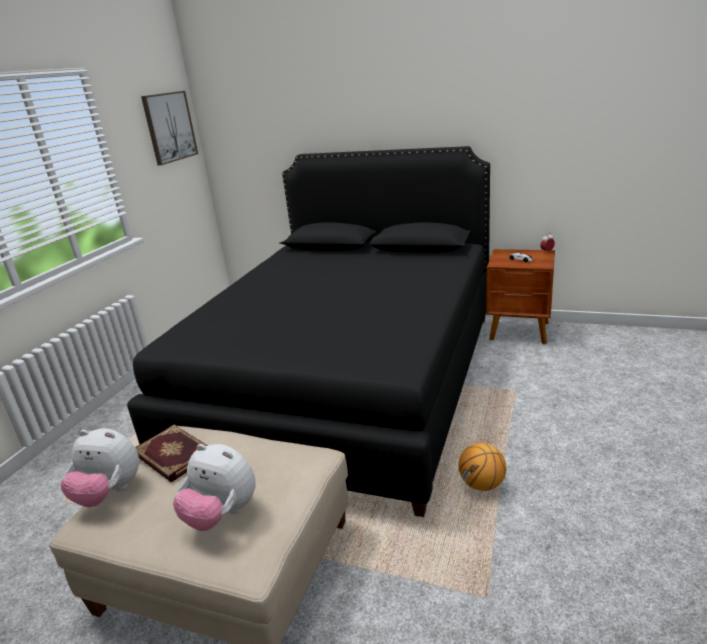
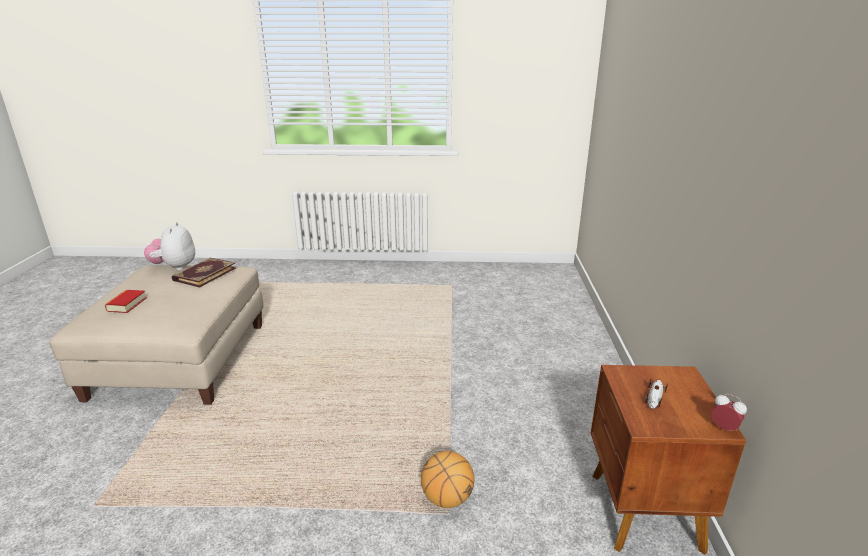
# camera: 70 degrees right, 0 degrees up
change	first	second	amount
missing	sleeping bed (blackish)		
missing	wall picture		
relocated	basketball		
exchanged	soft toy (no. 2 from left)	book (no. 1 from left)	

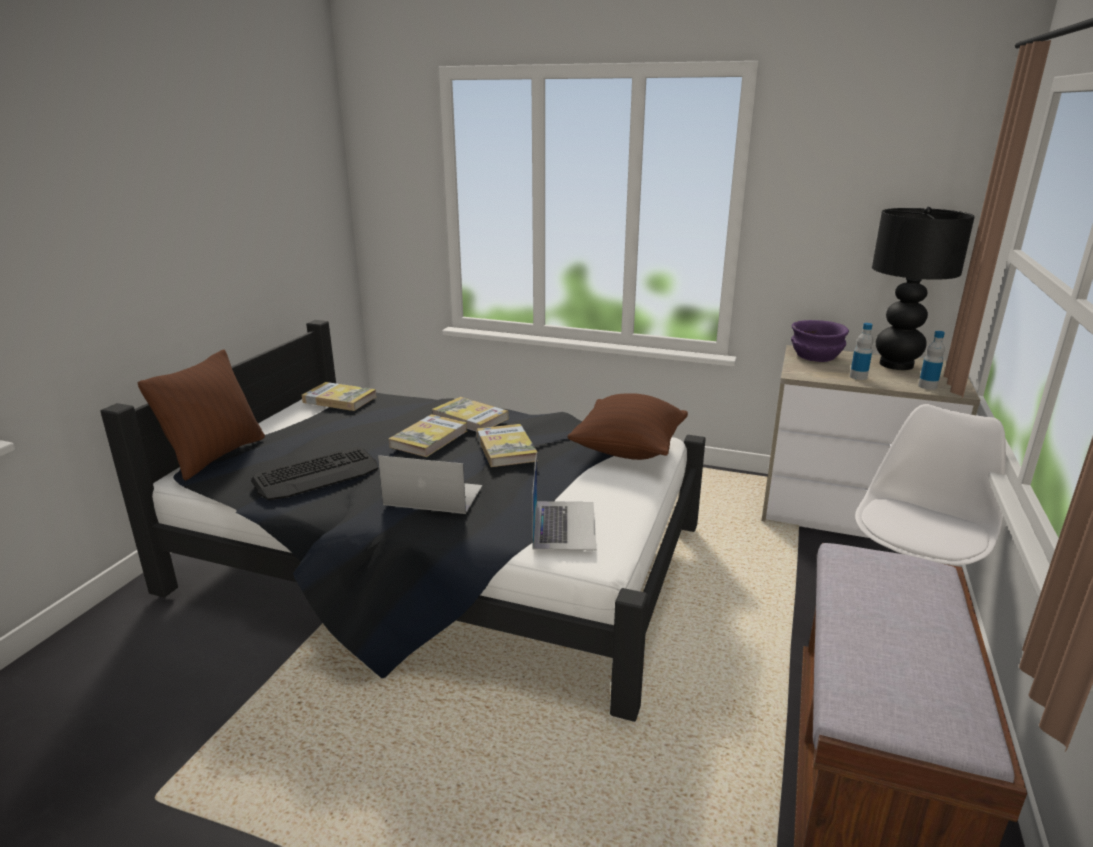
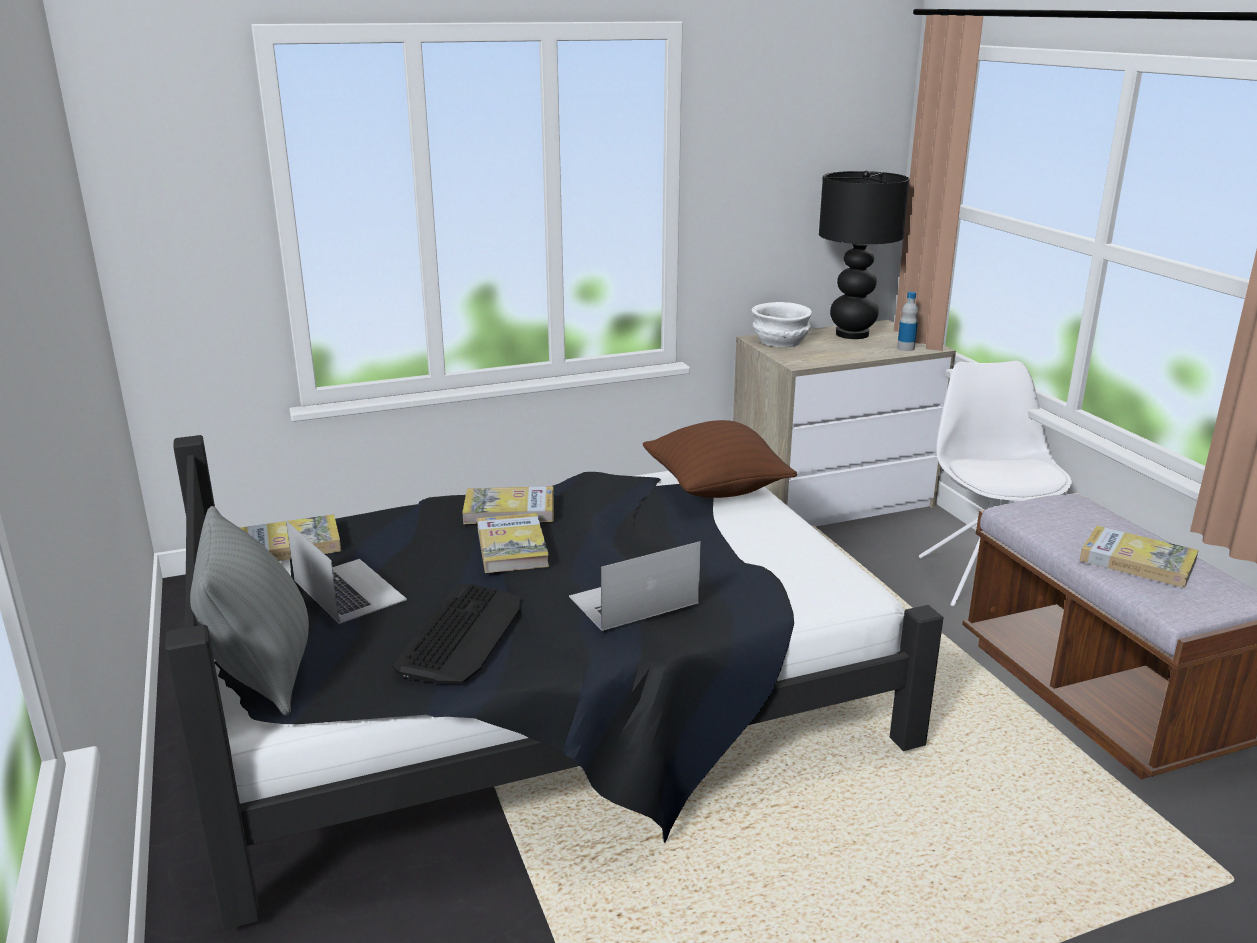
# camera: 40 degrees left, 0 degrees up
change	first	second	amount
missing	bottle (no. 1 from left)		
relocated	book (no. 4 from left)		
relocated	laptop (no. 2 from left in the first image)	laptop (no. 1 from left)	
colour	cushion (brownish) (no. 1 from left)	cushion (gray)	
colour	serving bowl (purplish)	serving bowl (white)	

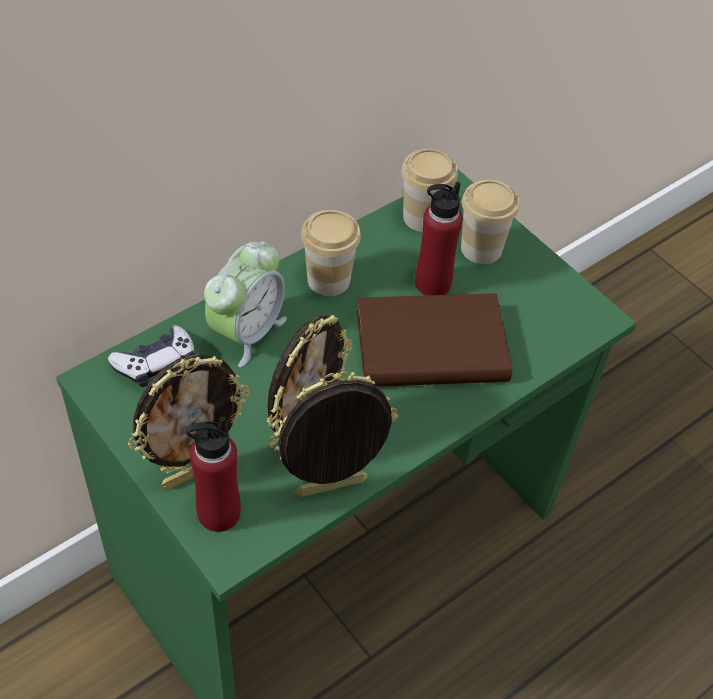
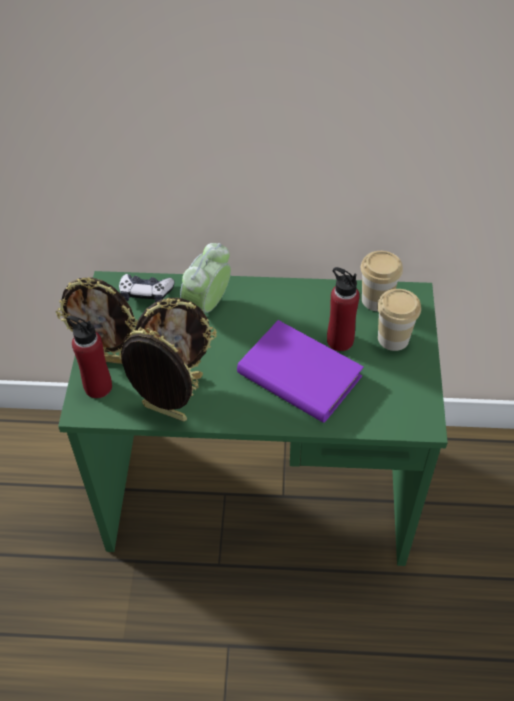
# camera: 45 degrees right, 0 degrees up
change	first	second	amount
missing	cup (no. 1 from left)		
colour	book (brownish)	book (purplish)	
spun	table clock		135 degrees clockwise

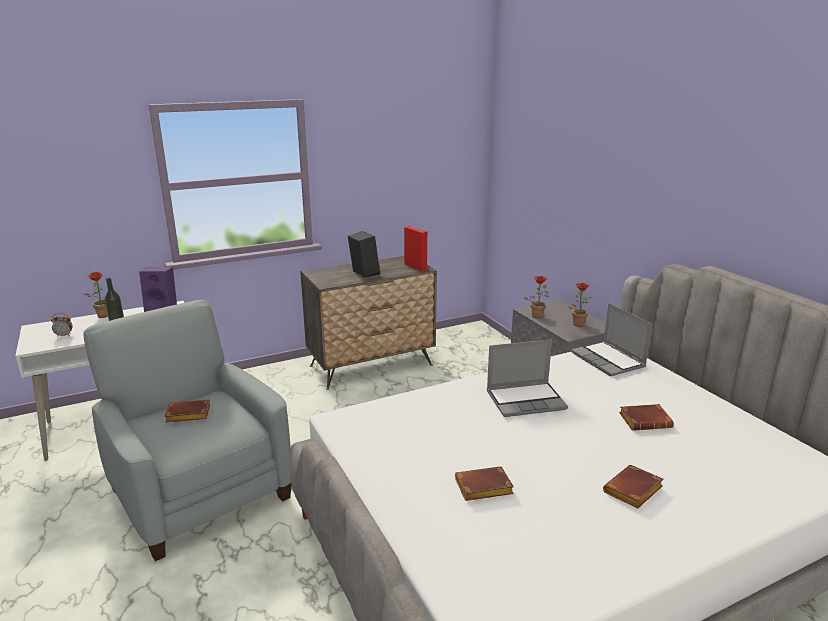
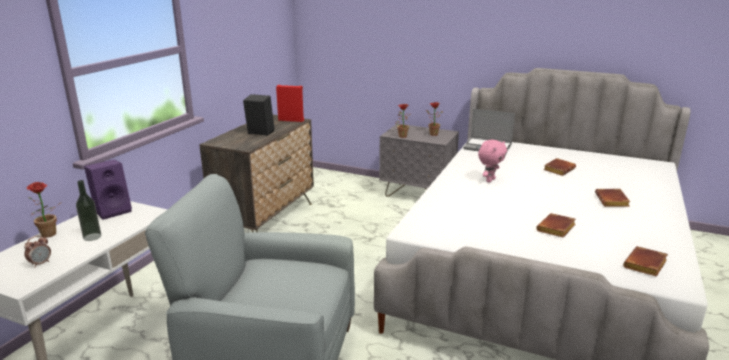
# camera: 40 degrees left, 0 degrees up
change	first	second	amount
relocated	book (brownish) (no. 1 from left in the first image)	book (brownish) (no. 4 from left)	
exchanged	laptop (no. 1 from left)	soft toy (pink)	

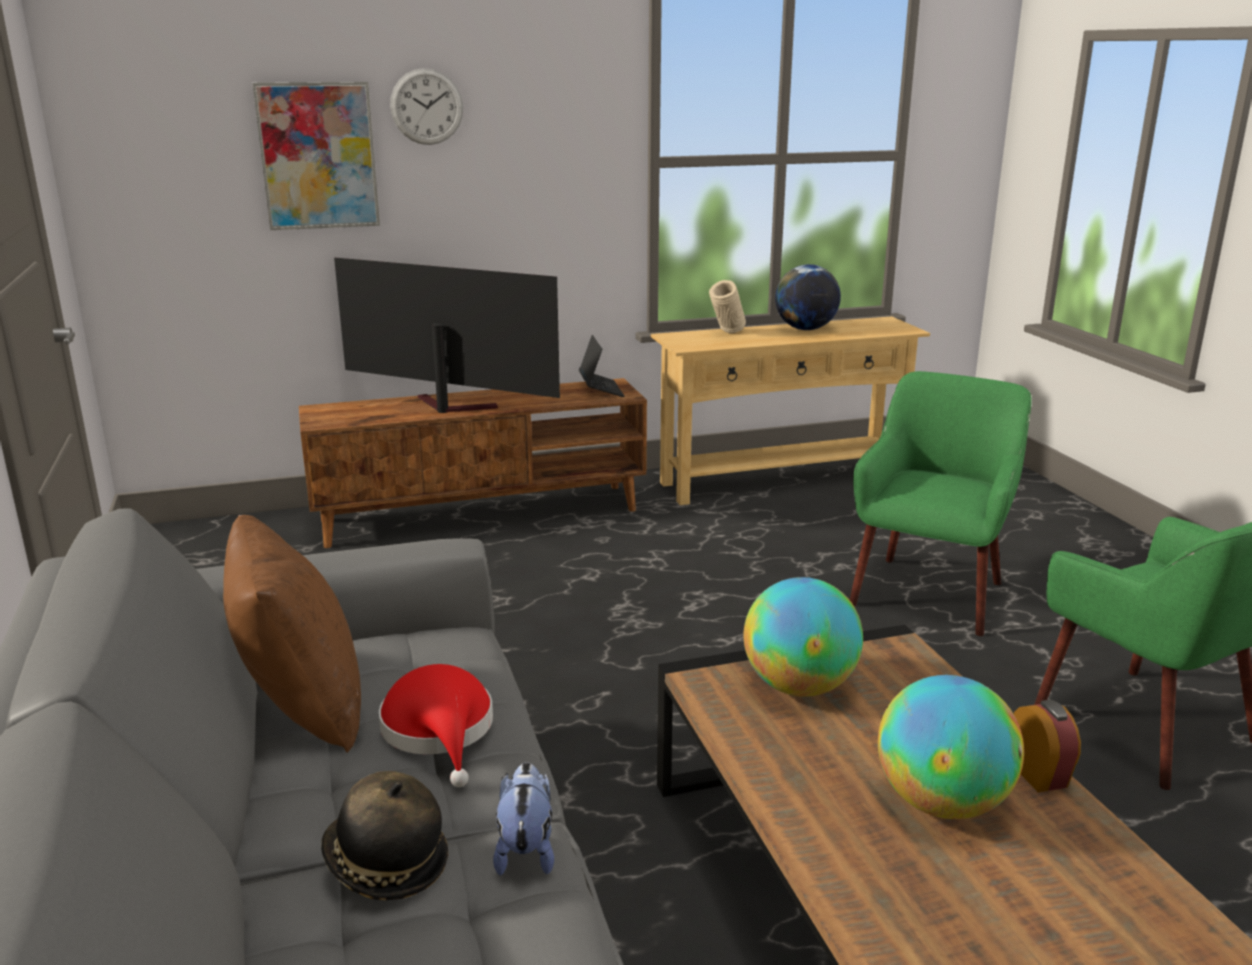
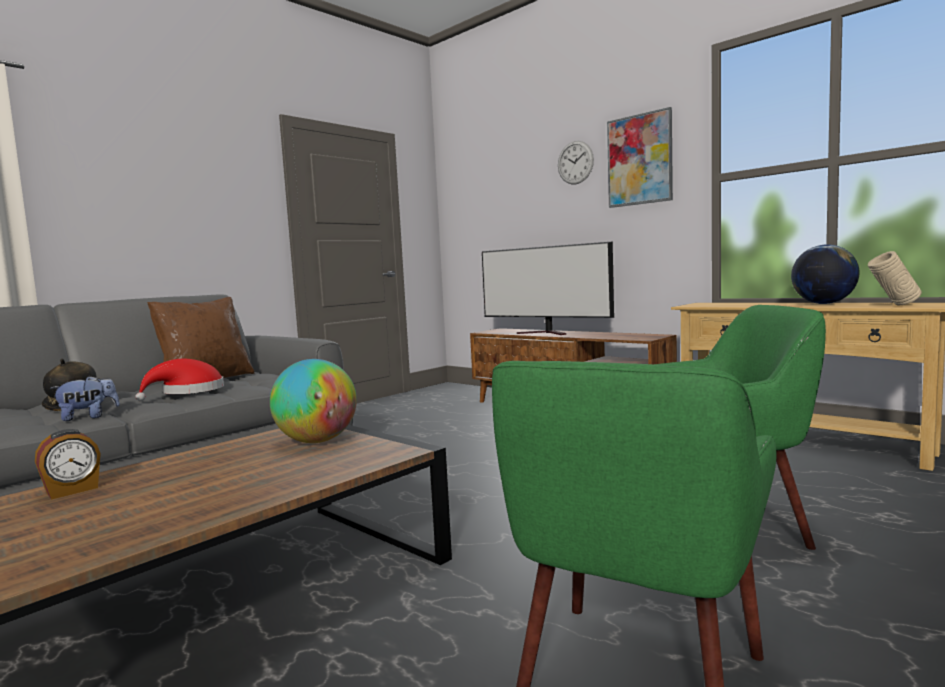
# camera: 60 degrees right, 15 degrees down
change	first	second	amount
missing	laptop		
missing	world globe (no. 3 from left)		
relocated	wall picture		
relocated	vase (beige-coloured)		
relocated	table clock		
spun	television		135 degrees clockwise

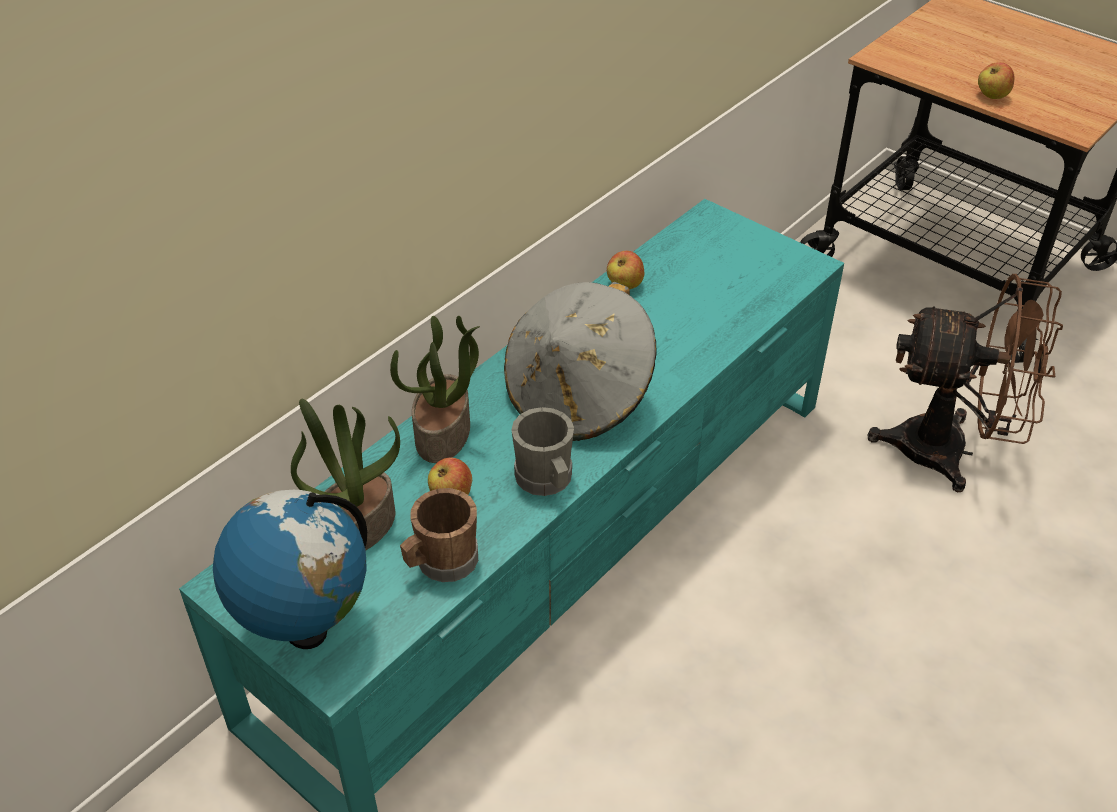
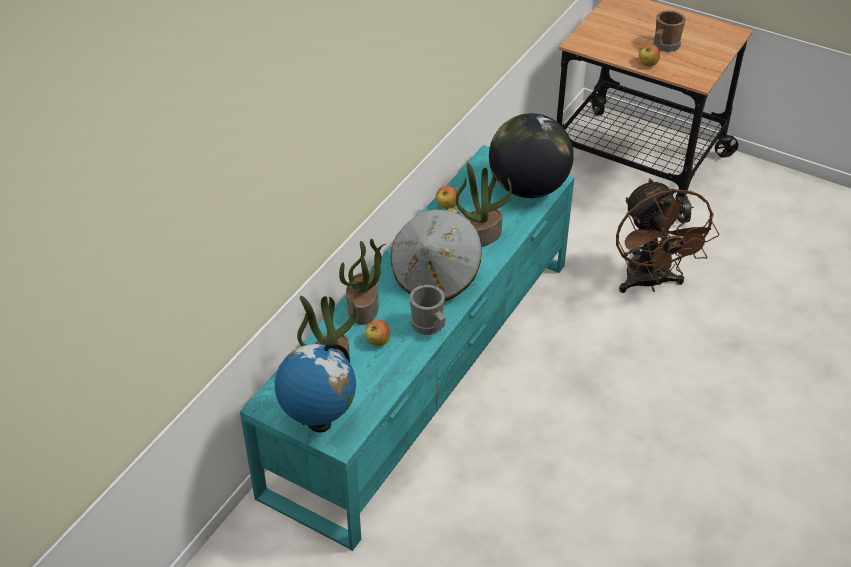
# camera: 10 degrees left, 0 degrees up
change	first	second	amount
appeared		plant in a pot (no. 3 from left)	
appeared		world globe (no. 2 from left)	
relocated	mug (brownish)		
spun	electric fan (brownish)		75 degrees clockwise

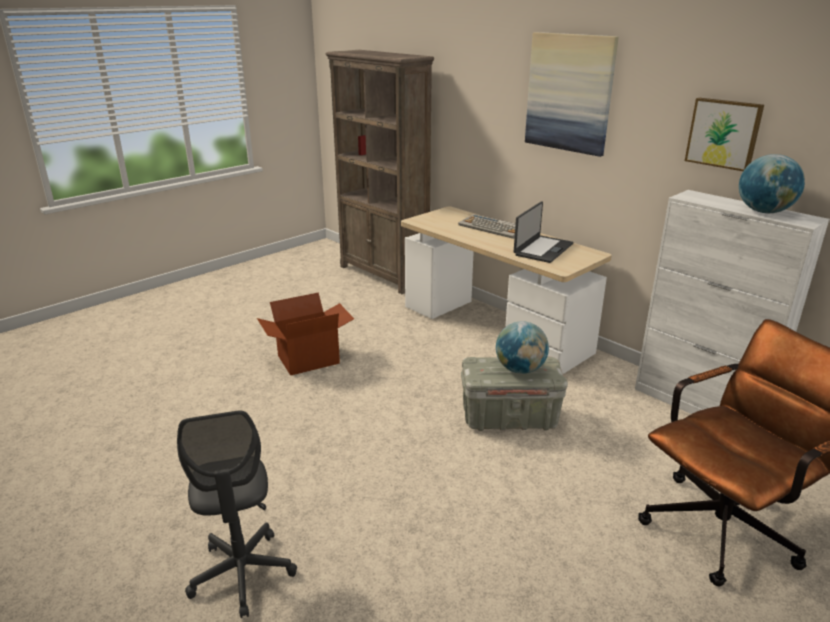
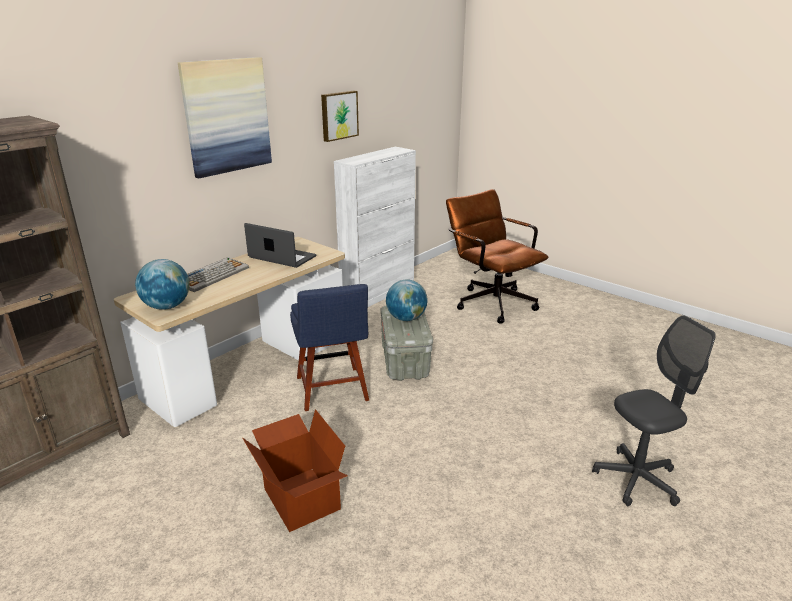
# camera: 95 degrees left, 0 degrees up
change	first	second	amount
appeared		plain chair (blue-coloured)	
relocated	world globe (no. 2 from left in the first image)	world globe (no. 1 from left)	

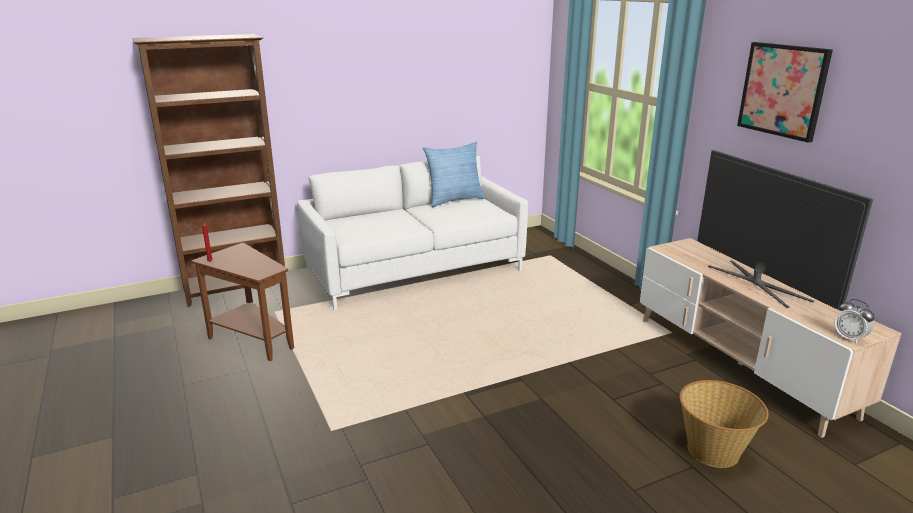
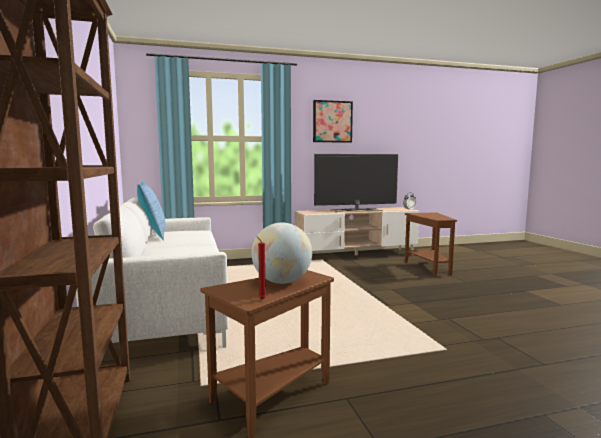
# camera: 80 degrees left, 15 degrees down
change	first	second	amount
appeared		world globe	
exchanged	basket	side table (brownish) (no. 2 from left)	

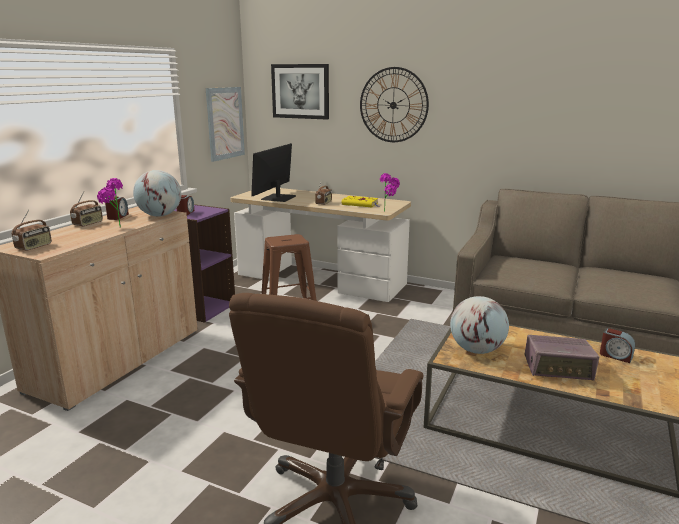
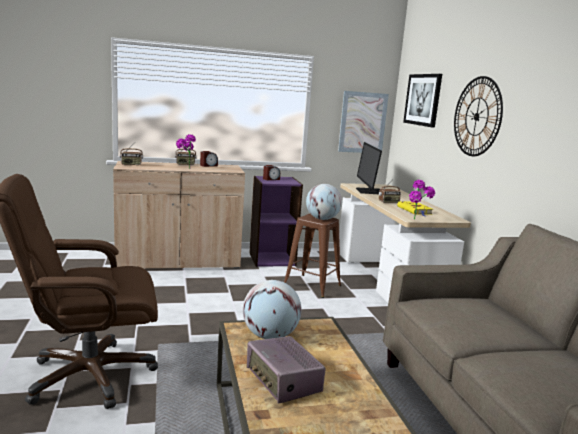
# camera: 50 degrees right, 5 degrees down
change	first	second	amount
missing	table clock (no. 3 from left)		
relocated	world globe (no. 1 from left in the first image)	world globe (no. 2 from left)	
spun	computer display		75 degrees counterclockwise

